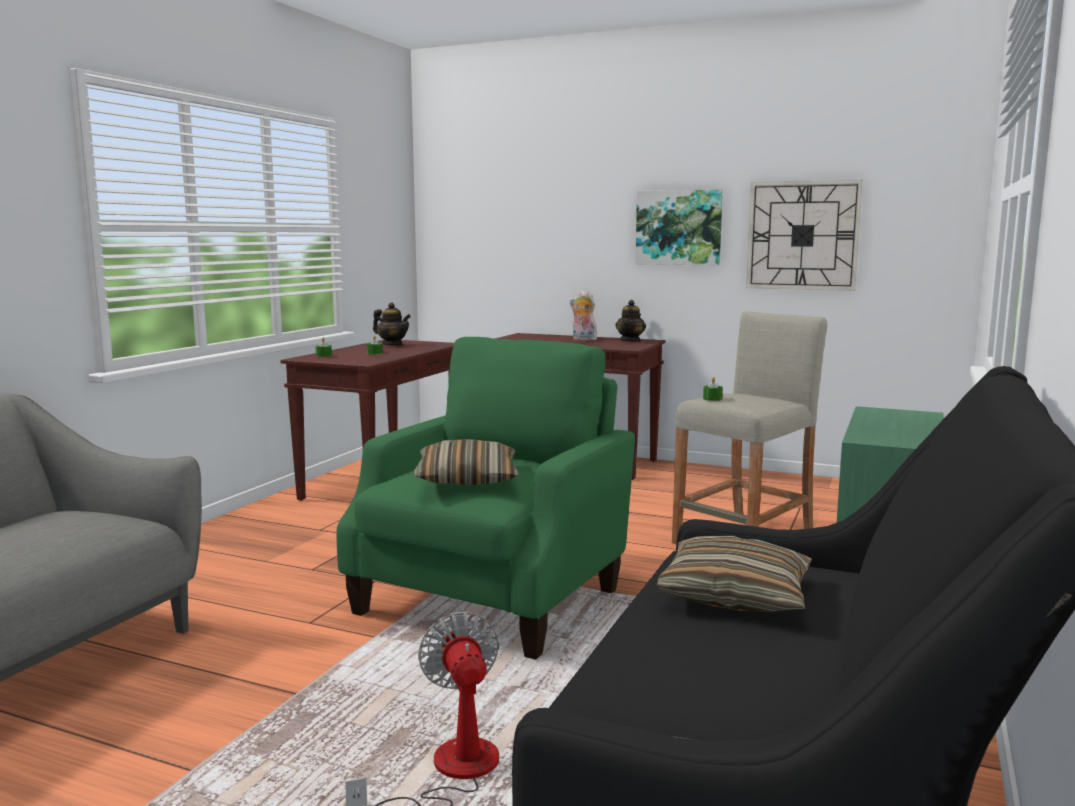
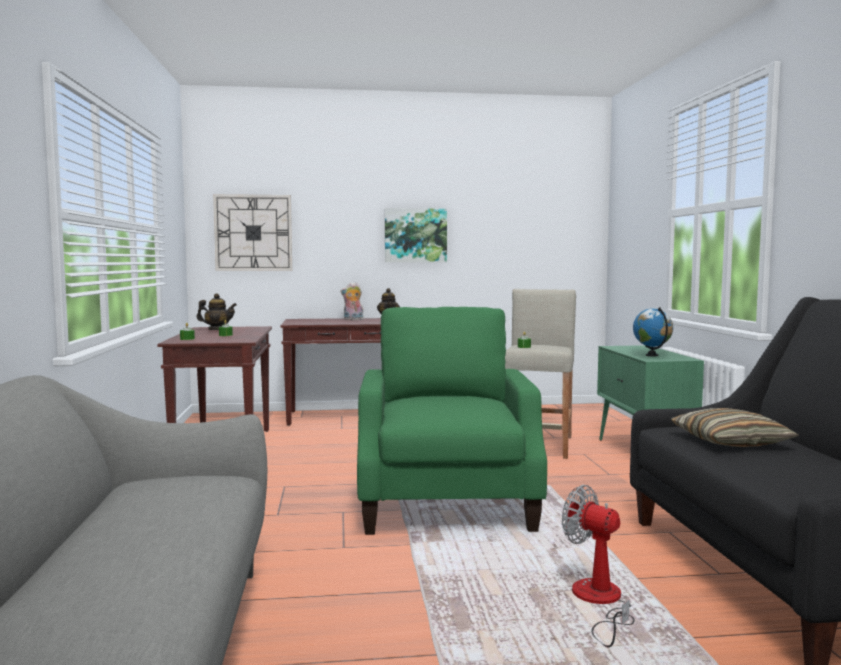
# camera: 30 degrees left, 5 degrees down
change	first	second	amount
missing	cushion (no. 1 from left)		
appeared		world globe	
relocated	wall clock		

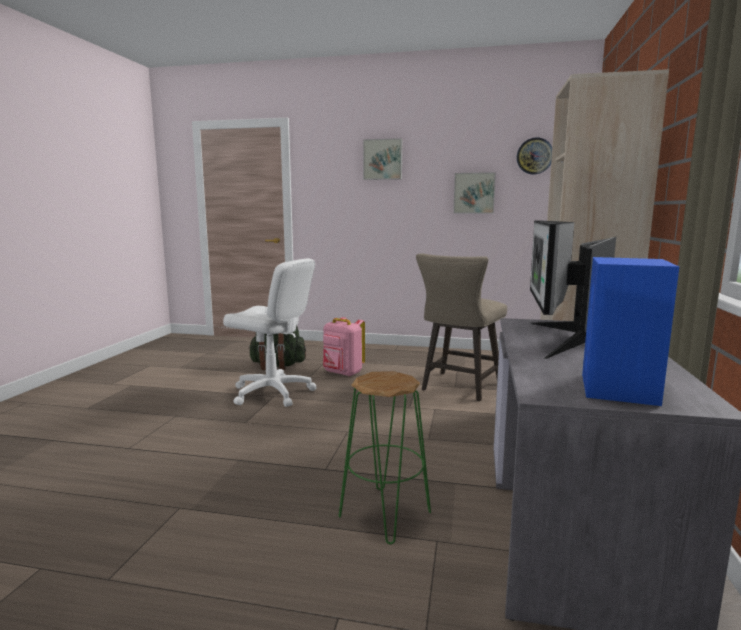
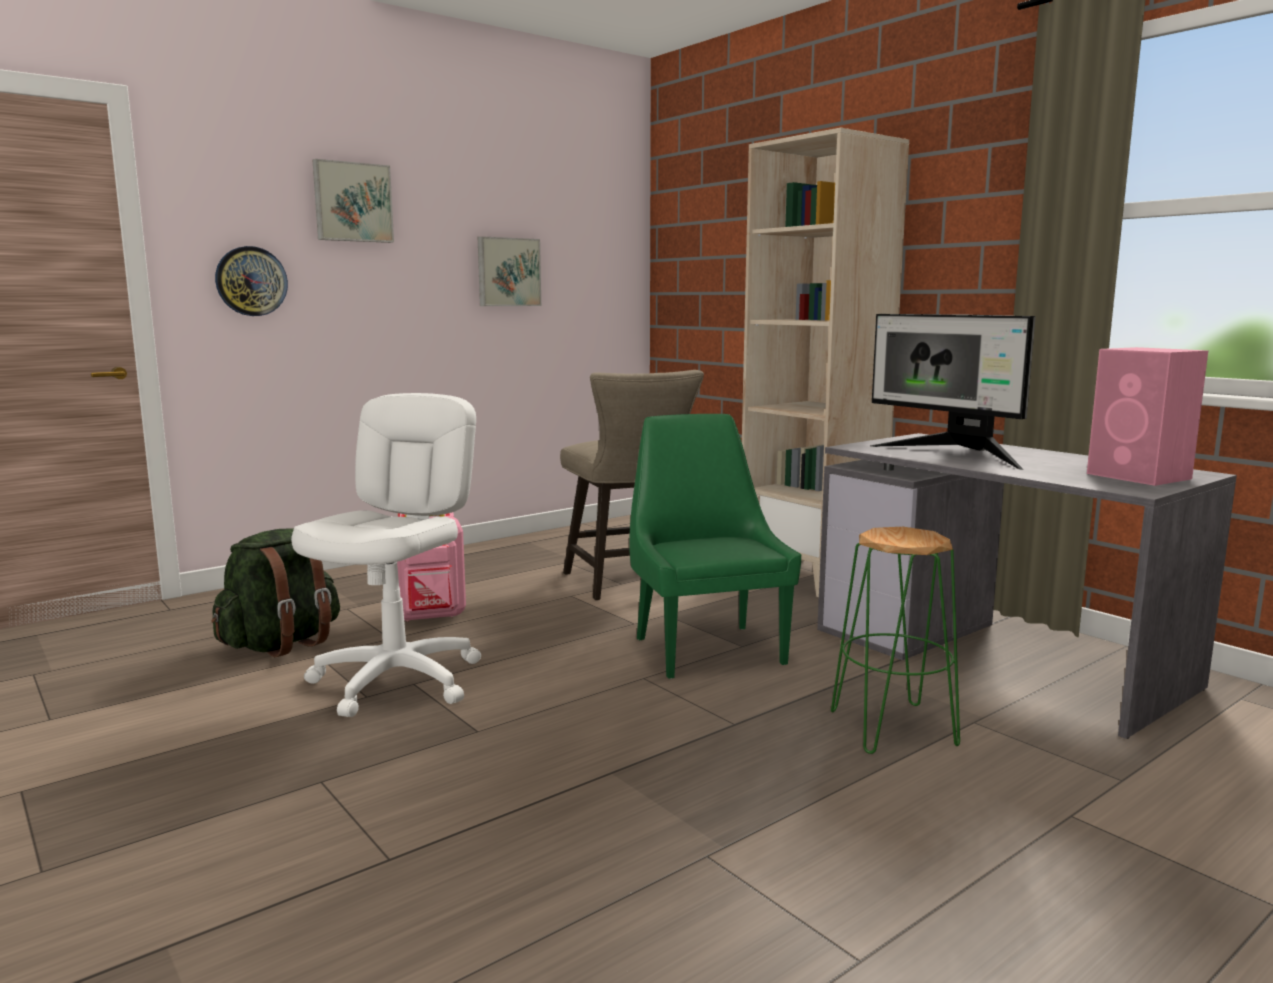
# camera: 50 degrees left, 0 degrees up
change	first	second	amount
appeared		plain chair (greenish)	
relocated	wall clock		
colour	loudspeaker (blue-coloured)	loudspeaker (pink)	
spun	desk chair (white)		45 degrees counterclockwise

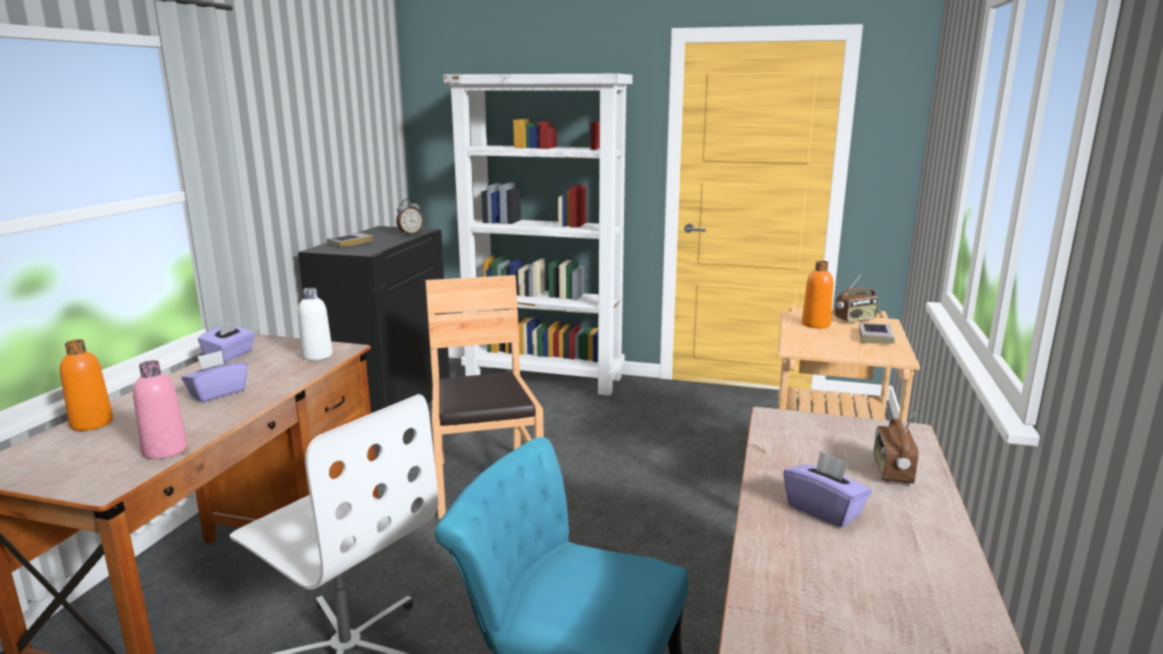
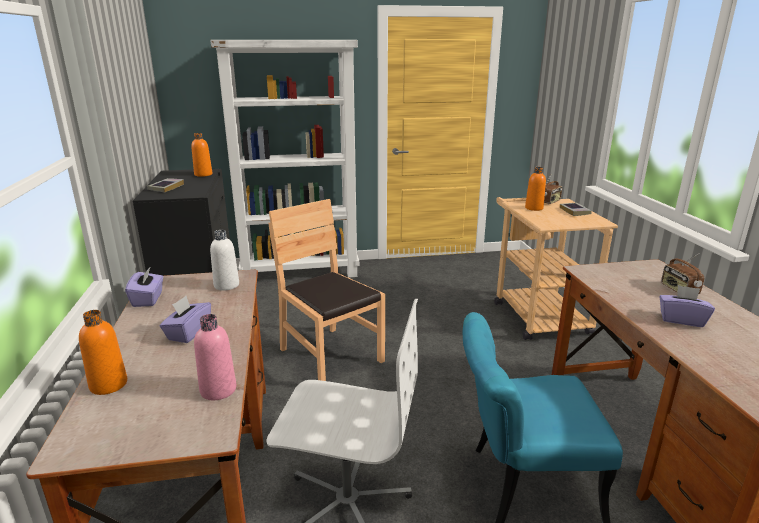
# camera: 25 degrees left, 5 degrees up
change	first	second	amount
exchanged	table clock	bottle (orangey) (no. 2 from left)	

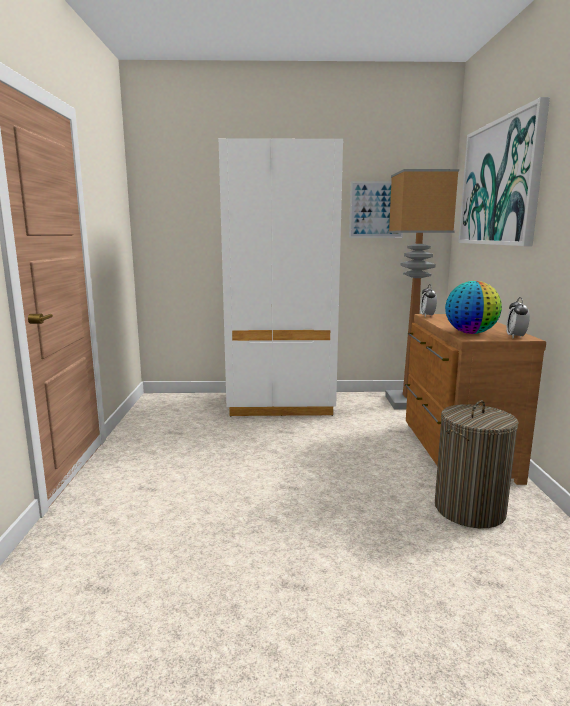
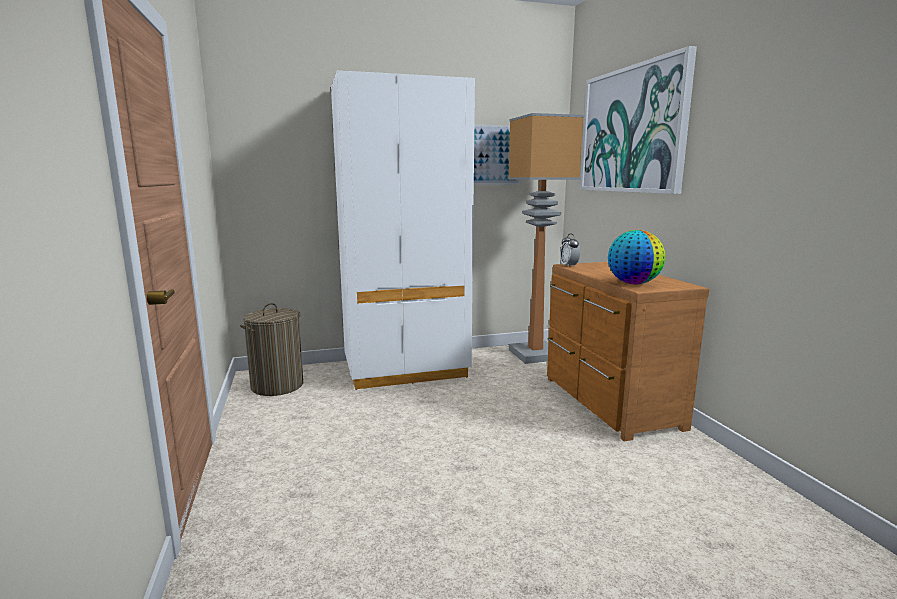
# camera: 15 degrees left, 0 degrees up
change	first	second	amount
missing	table clock (no. 2 from left)		
relocated	laundry basket		

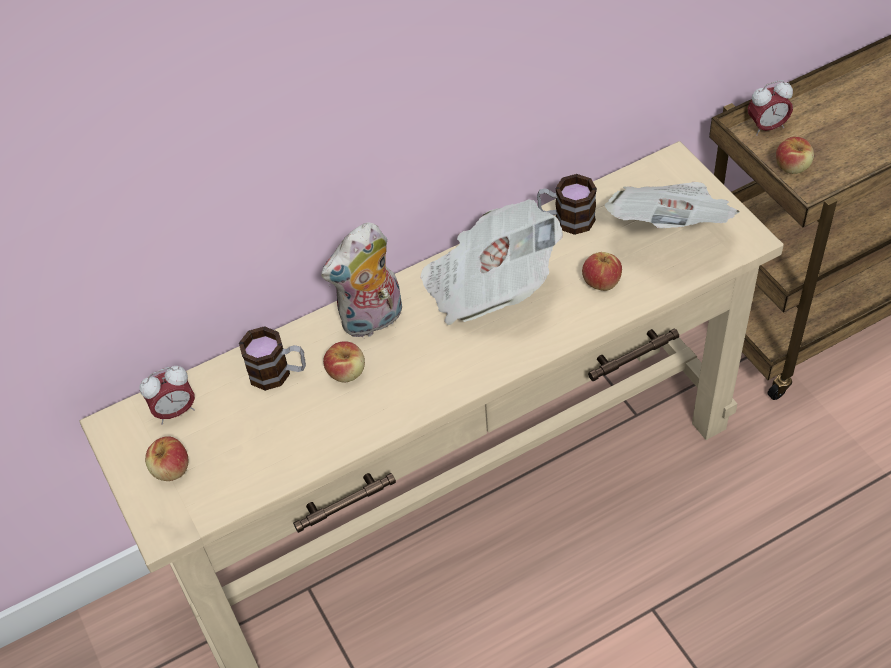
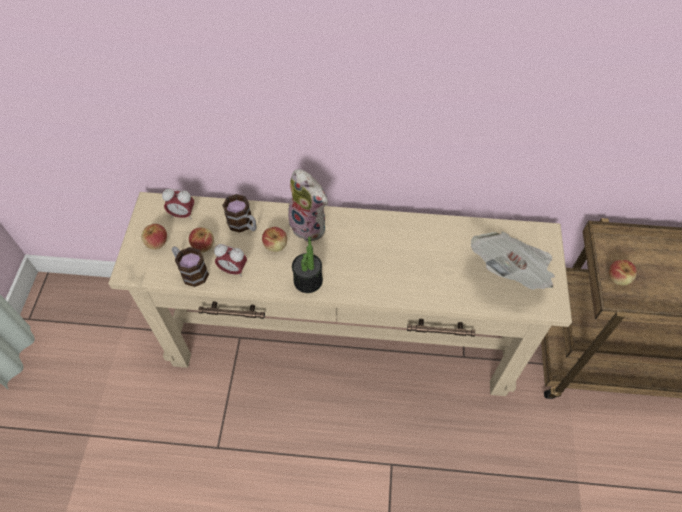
# camera: 30 degrees right, 5 degrees up
change	first	second	amount
missing	newspaper (no. 1 from left)		
appeared		plant in a pot	
relocated	mug (no. 2 from left in the first image)	mug (no. 1 from left)	
relocated	apple (no. 3 from left in the first image)	apple (no. 2 from left)	
relocated	table clock (no. 2 from left)		
spun	soft toy		135 degrees counterclockwise

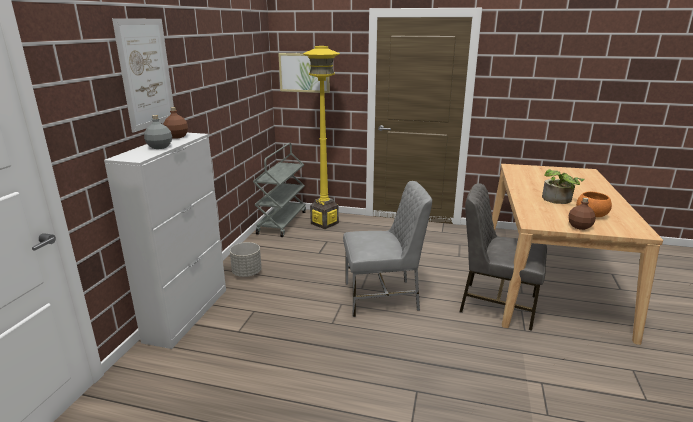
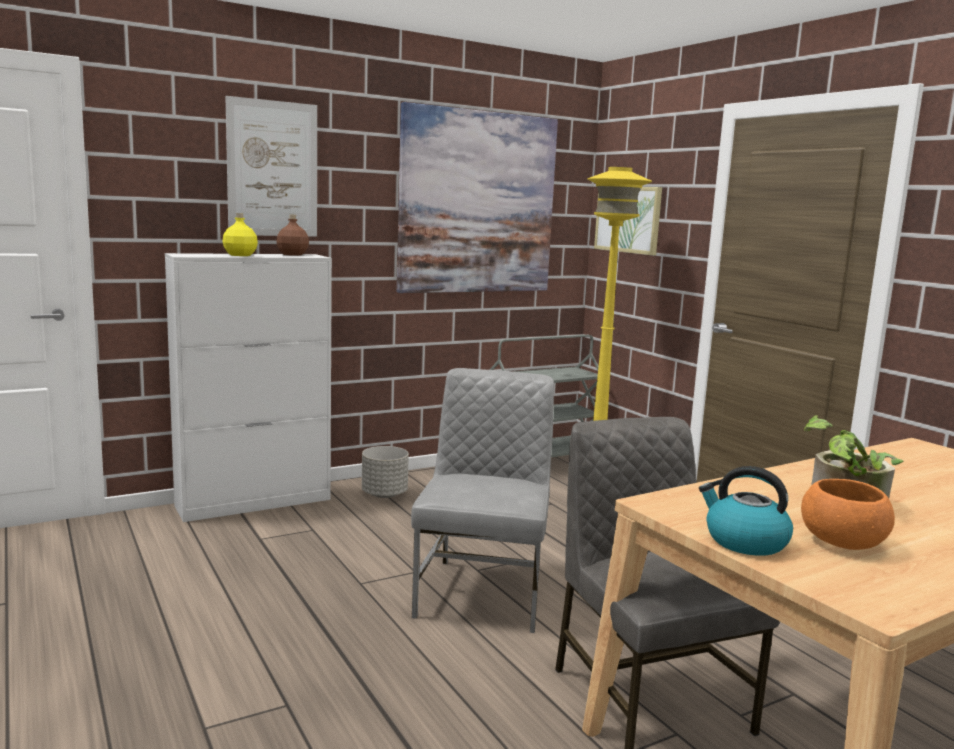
# camera: 45 degrees right, 10 degrees down
change	first	second	amount
appeared		wall picture (no. 2 from left)	
exchanged	bottle (brownish) (no. 2 from left)	kettle	
colour	bottle (gray)	bottle (yellowish)	
spun	plain chair (gray) (no. 1 from left)		120 degrees counterclockwise

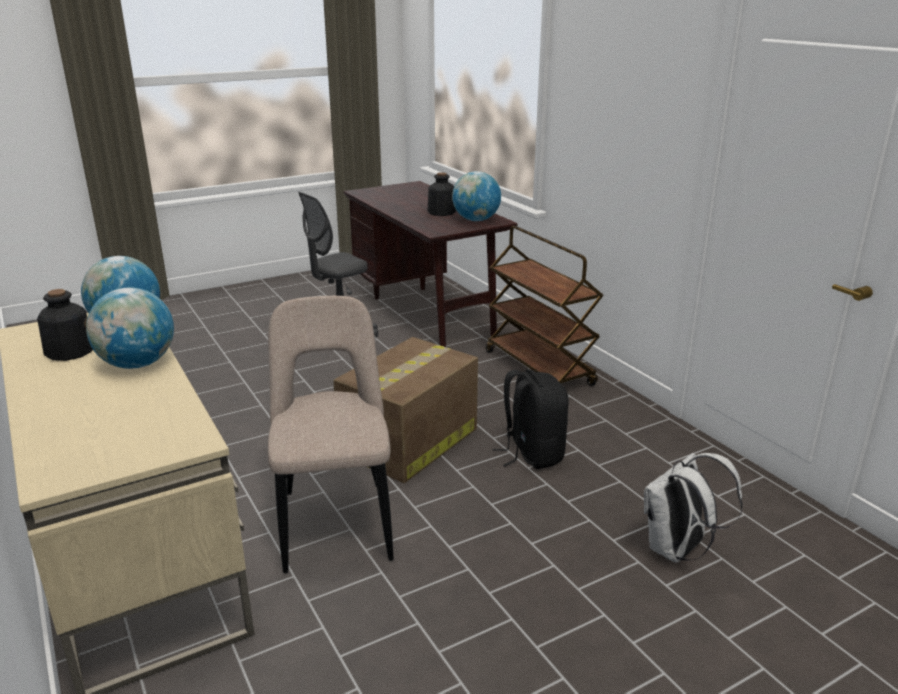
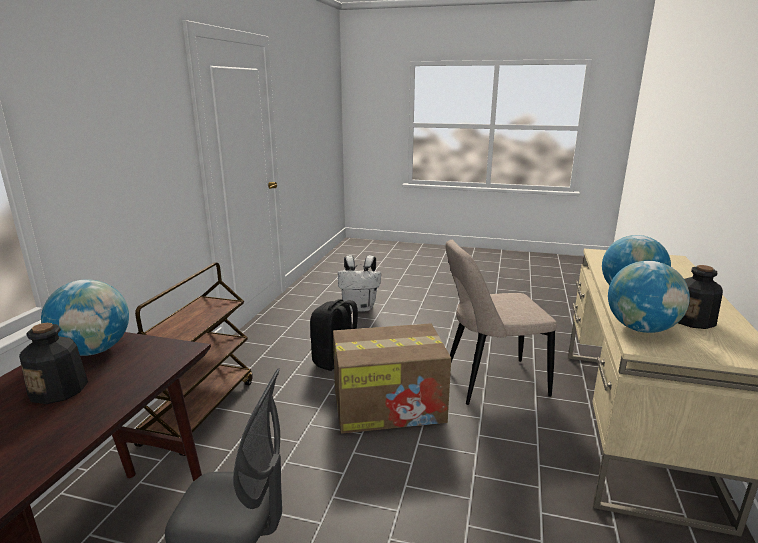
# camera: 135 degrees left, 5 degrees down
change	first	second	amount
spun	plain chair (beige-coloured)		45 degrees clockwise

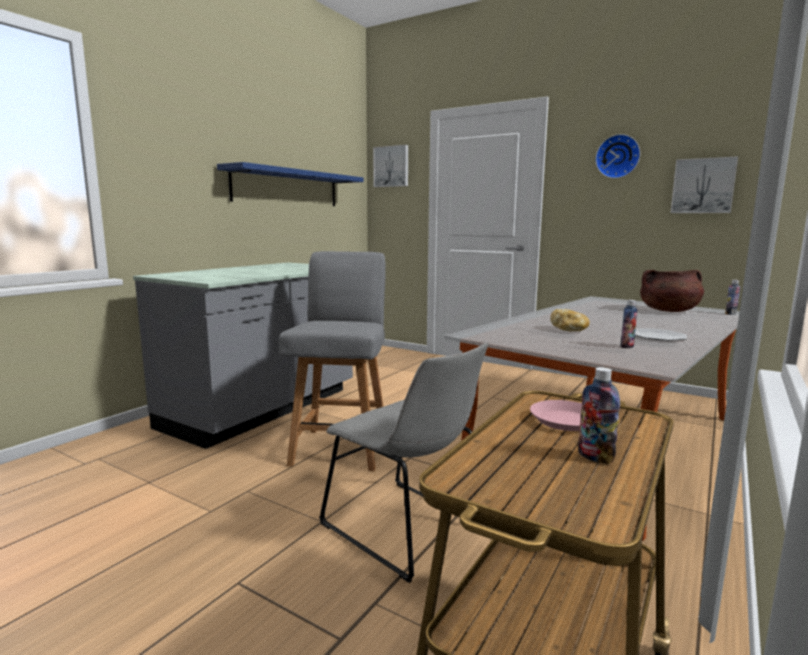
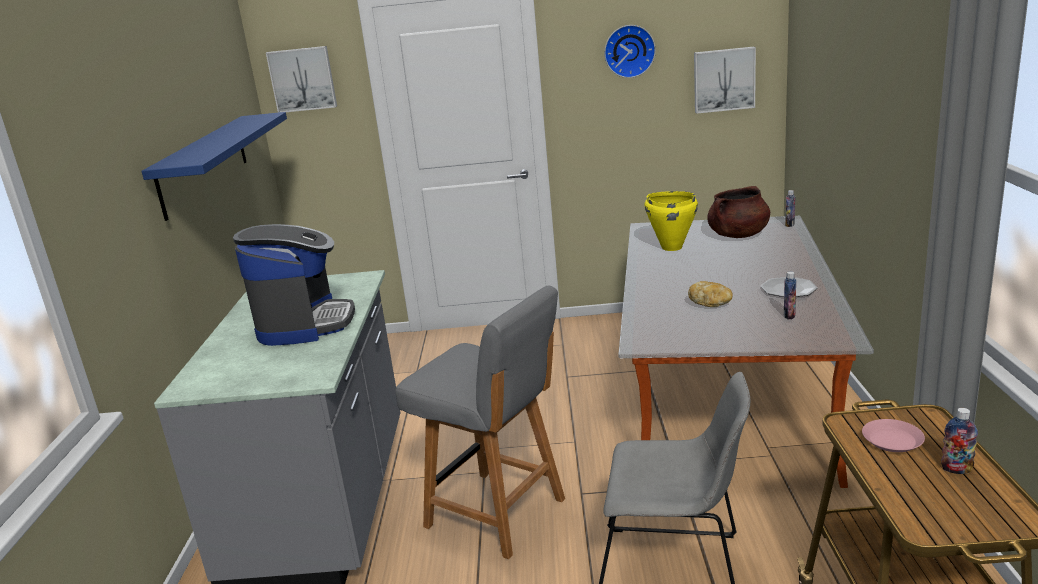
# camera: 30 degrees left, 10 degrees up
change	first	second	amount
appeared		coffee machine	
appeared		cooking pot (yellowish)	
spun	plain chair (gray) (no. 1 from left)		150 degrees clockwise

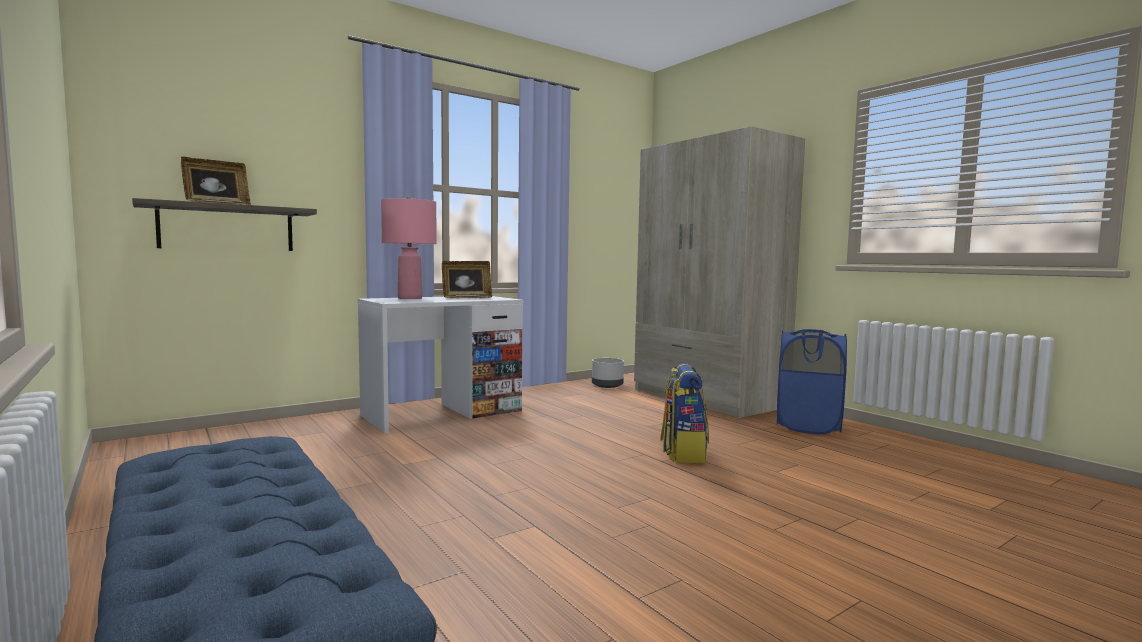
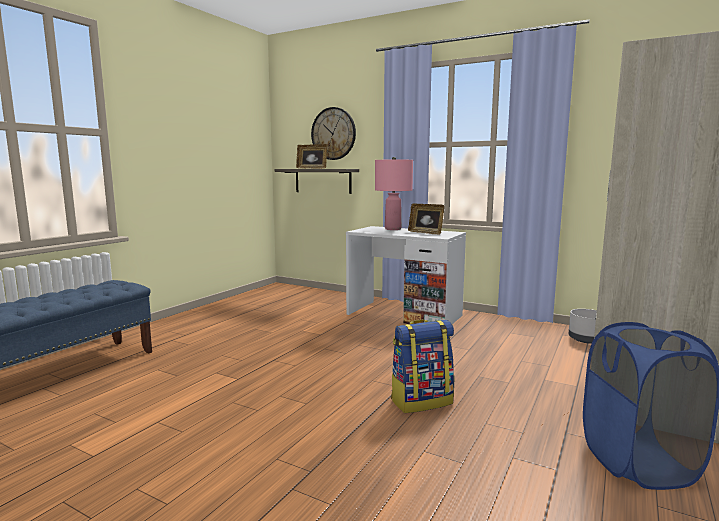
# camera: 65 degrees right, 5 degrees up
change	first	second	amount
appeared		wall clock	

